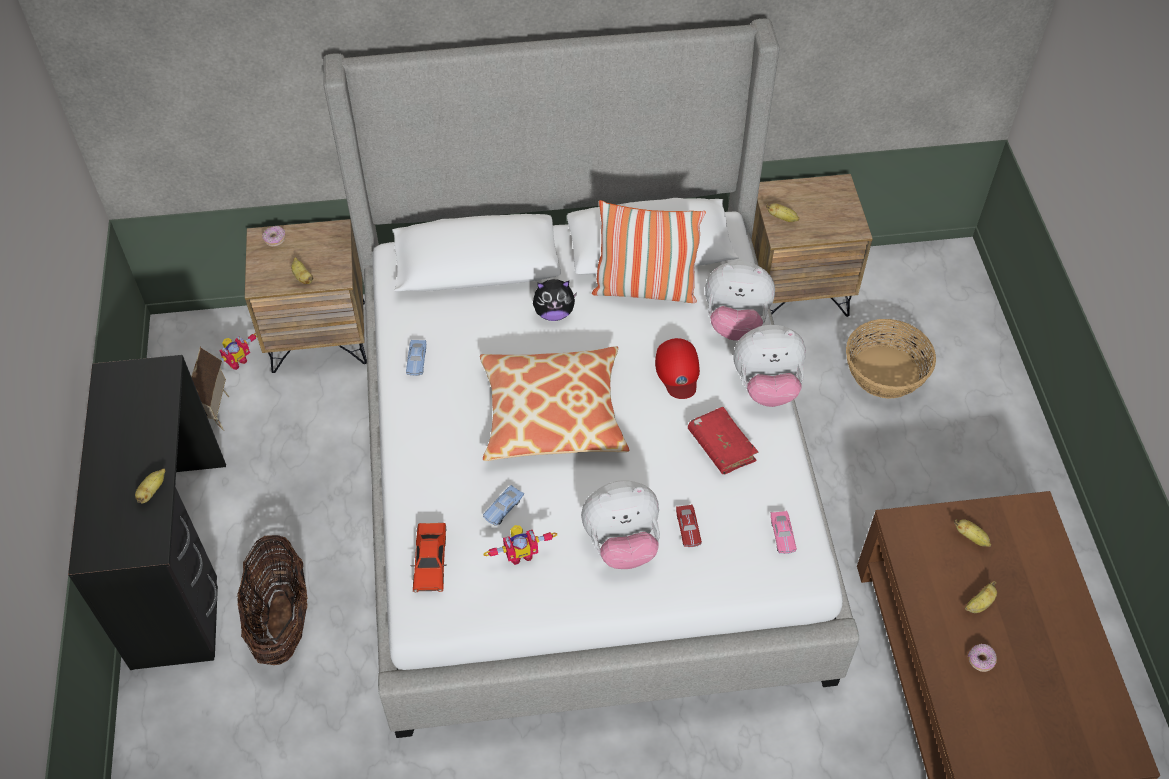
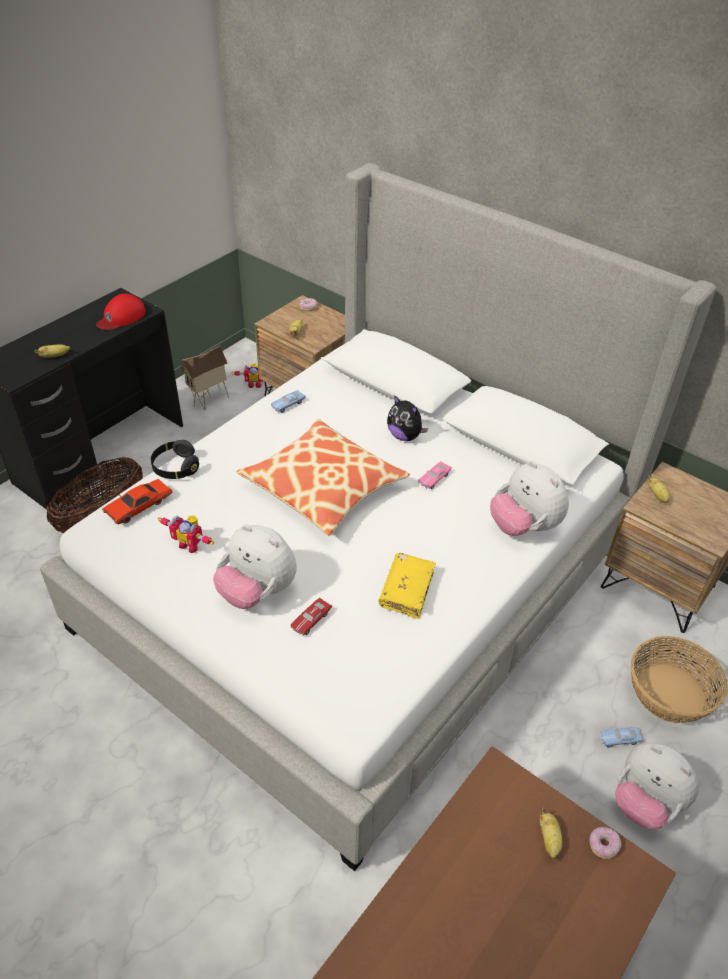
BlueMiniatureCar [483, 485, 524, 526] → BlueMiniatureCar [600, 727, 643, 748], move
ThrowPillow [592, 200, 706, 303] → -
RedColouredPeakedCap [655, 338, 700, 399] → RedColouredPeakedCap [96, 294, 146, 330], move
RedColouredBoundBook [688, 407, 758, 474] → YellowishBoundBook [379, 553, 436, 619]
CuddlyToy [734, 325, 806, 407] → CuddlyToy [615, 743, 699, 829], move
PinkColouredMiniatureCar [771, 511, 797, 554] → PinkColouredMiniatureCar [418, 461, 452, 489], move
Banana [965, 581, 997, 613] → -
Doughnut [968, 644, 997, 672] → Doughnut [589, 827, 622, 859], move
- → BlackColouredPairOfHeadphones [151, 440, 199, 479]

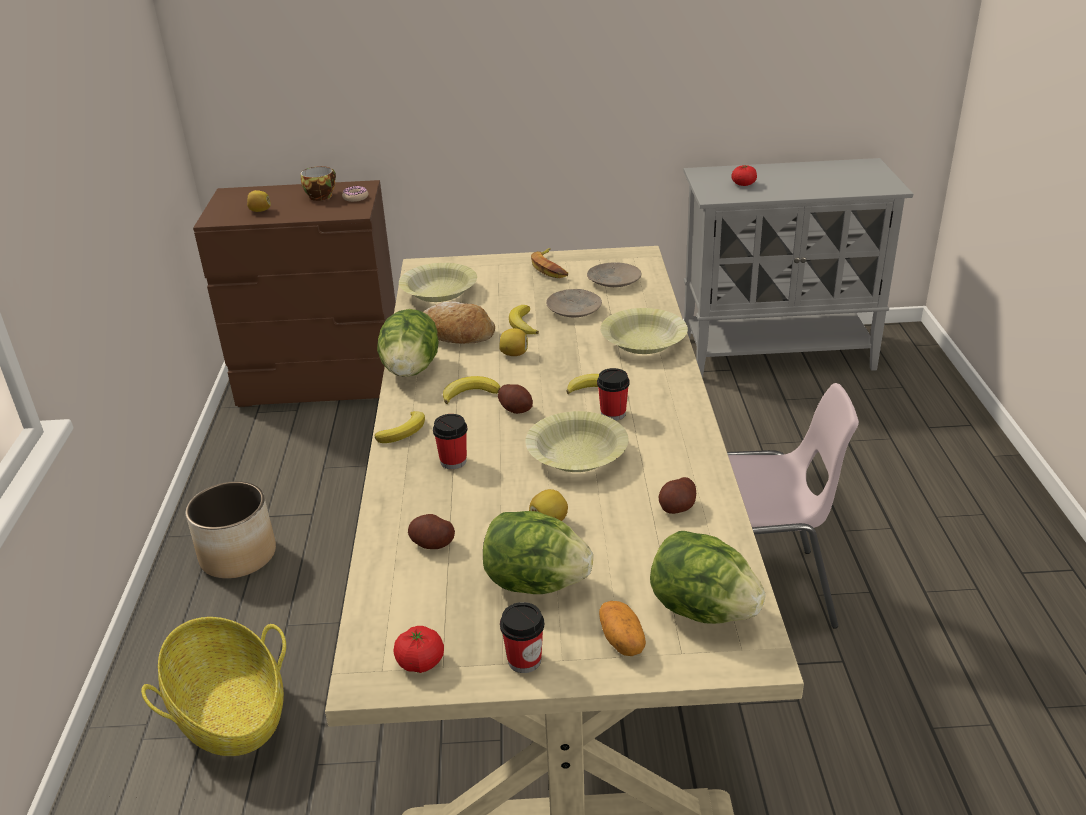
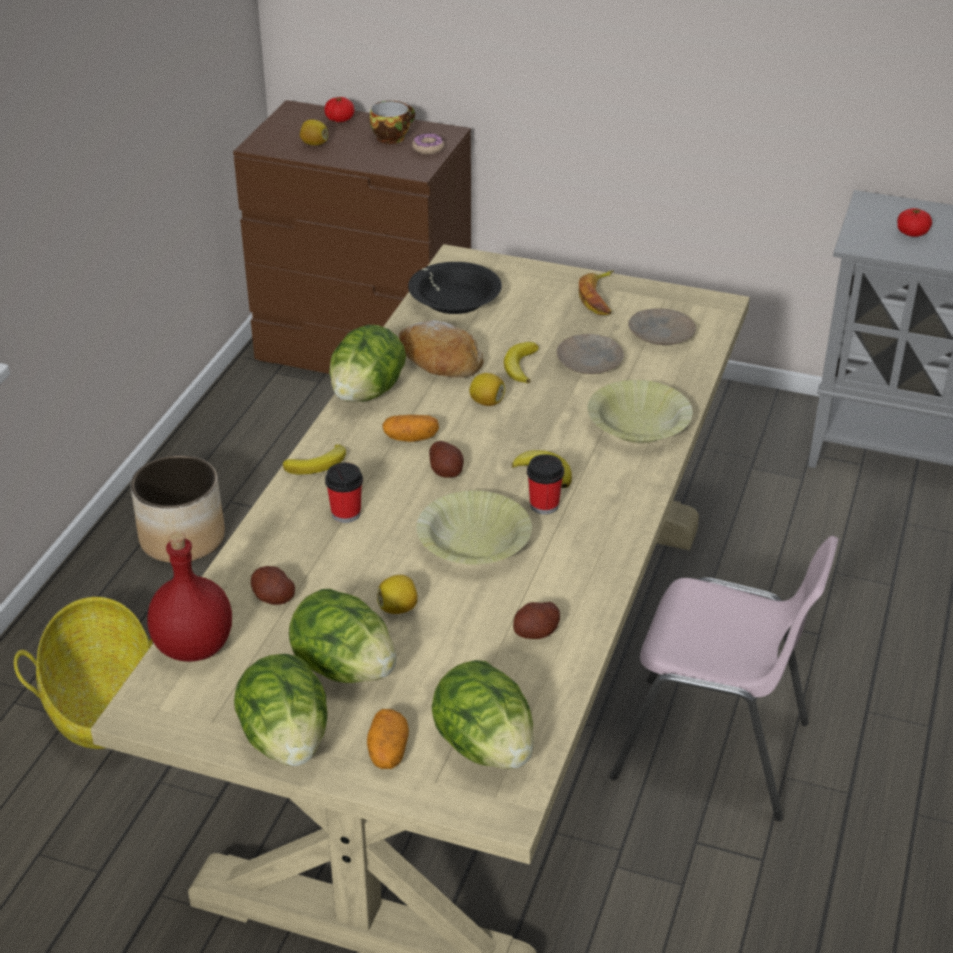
Tomato [393, 626, 444, 673] → Tomato [324, 97, 355, 122], move
YellowishDeepDish [399, 263, 477, 302] → BlackColouredDeepDish [408, 262, 502, 314]
Banana [443, 376, 500, 404] → Potato [382, 415, 439, 442]
SmallCup [500, 602, 544, 673] → HeadOfLettuce [234, 654, 327, 766]
- → RedColouredBottle [147, 532, 232, 662]

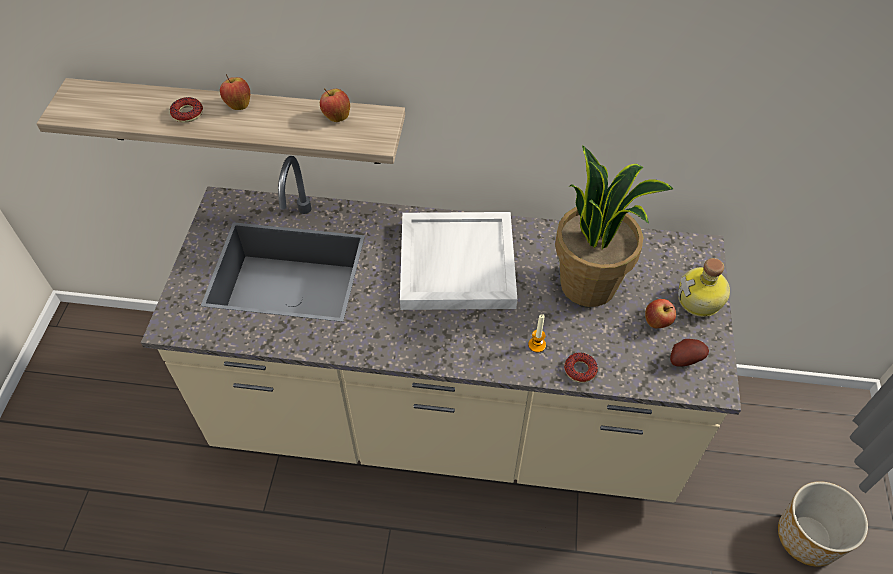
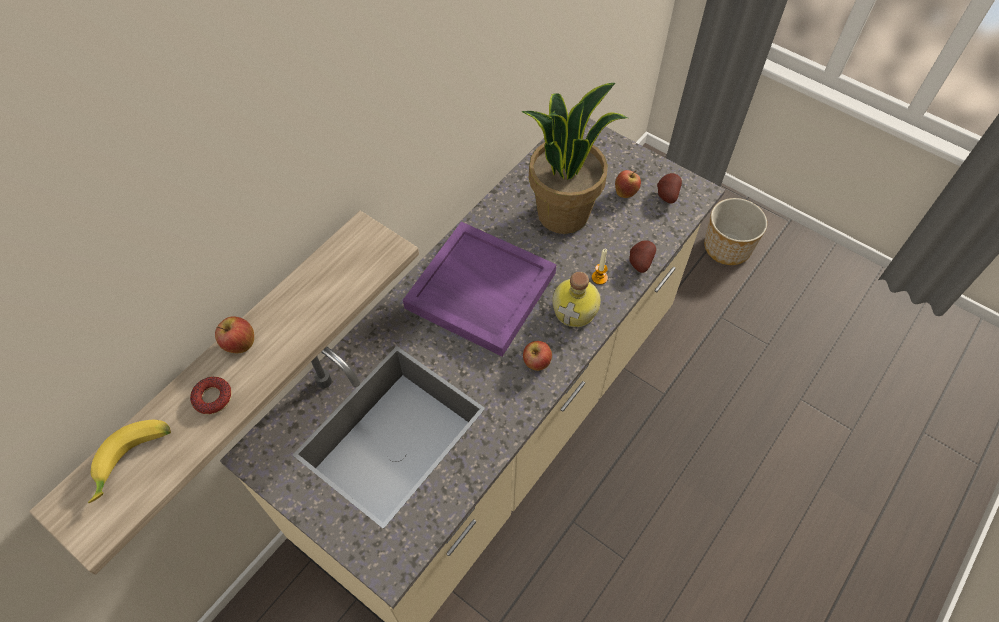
WholeApple [320, 89, 350, 122] → WholeApple [523, 341, 552, 371], move
WhiteServingTray [400, 212, 517, 310] → PurplishServingTray [403, 222, 557, 357]
Doughnut [564, 353, 598, 383] → Potato [630, 240, 656, 273]
Bottle [678, 258, 730, 317] → Bottle [552, 272, 601, 327], move
- → Banana [88, 420, 171, 503]

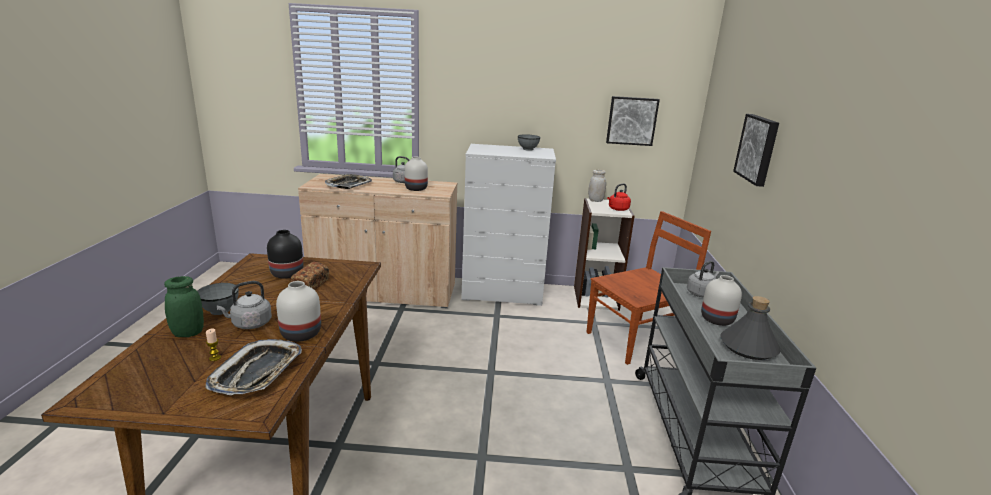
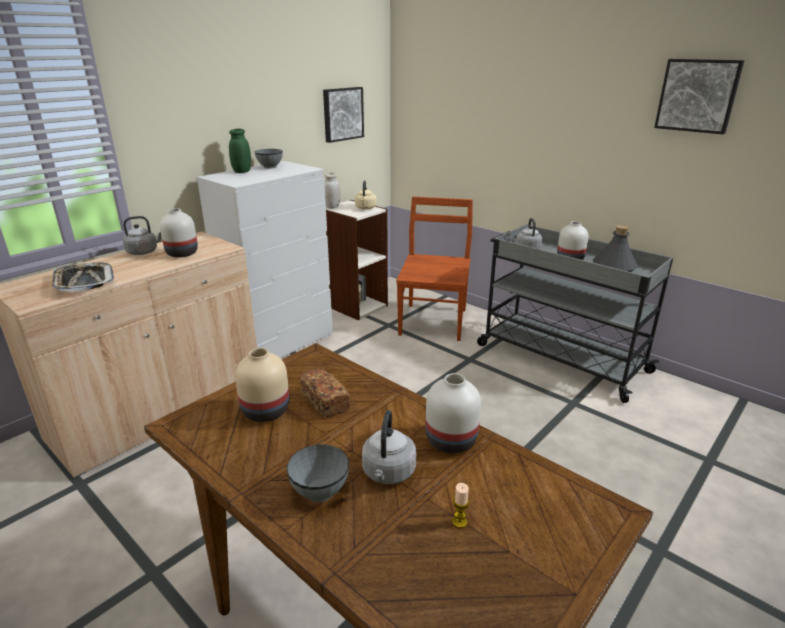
GreenishStorageJar [164, 276, 204, 337] → GreenishStorageJar [229, 129, 251, 173], move
ServingTray [206, 339, 302, 395] → -
BlackColouredVase [267, 230, 303, 279] → SandColouredVase [235, 348, 289, 422]
RedColouredTeaKettle [607, 183, 631, 211] → SandColouredTeaKettle [355, 180, 377, 209]
WallArt [733, 114, 779, 187] → WallArt [654, 59, 744, 134], move

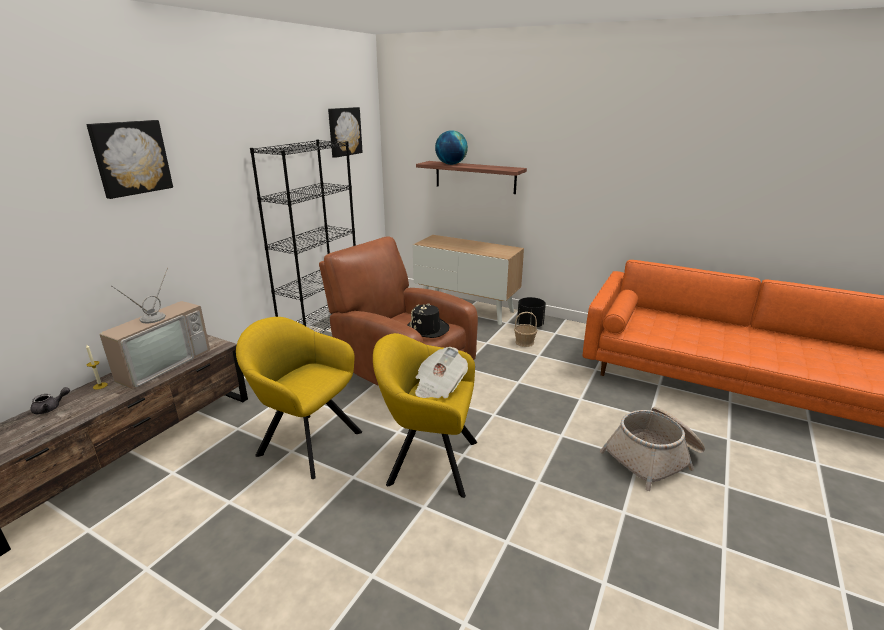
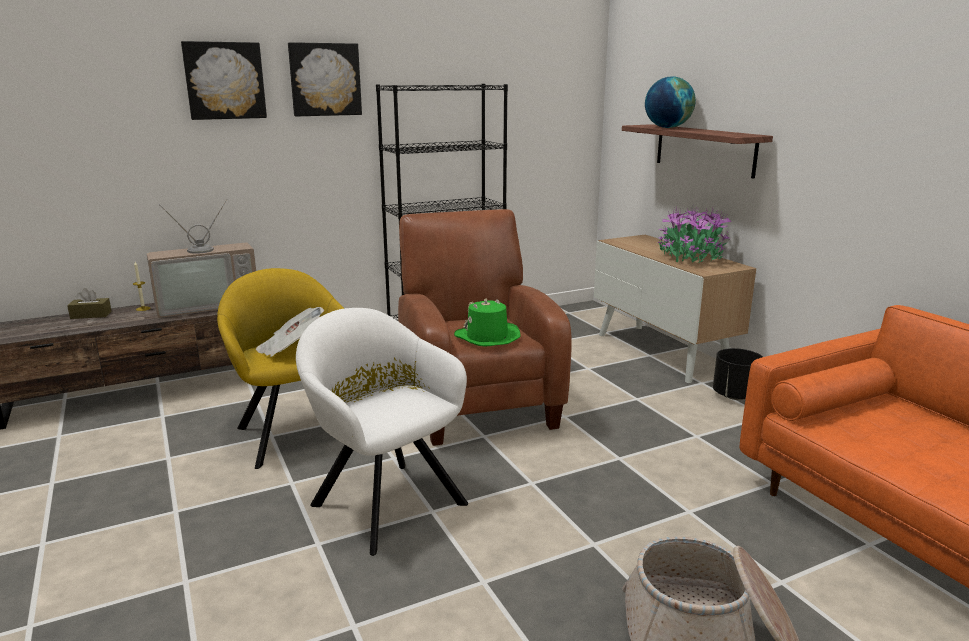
GreyTeapot [31, 387, 70, 414] → BrownTissueBox [67, 288, 111, 319]
WallArt [328, 107, 363, 158] → WallArt [288, 42, 362, 116], move
YellowishArmchair [373, 333, 477, 498] → WhiteArmchair [296, 308, 468, 556]
BlackColouredClothingHat [407, 303, 450, 338] → GreenishClothingHat [454, 298, 521, 347]
DailyPaper [415, 347, 468, 398] → DailyPaper [256, 307, 324, 357], move
Basket [514, 312, 537, 347] → -
- → Houseplant [657, 206, 731, 262]

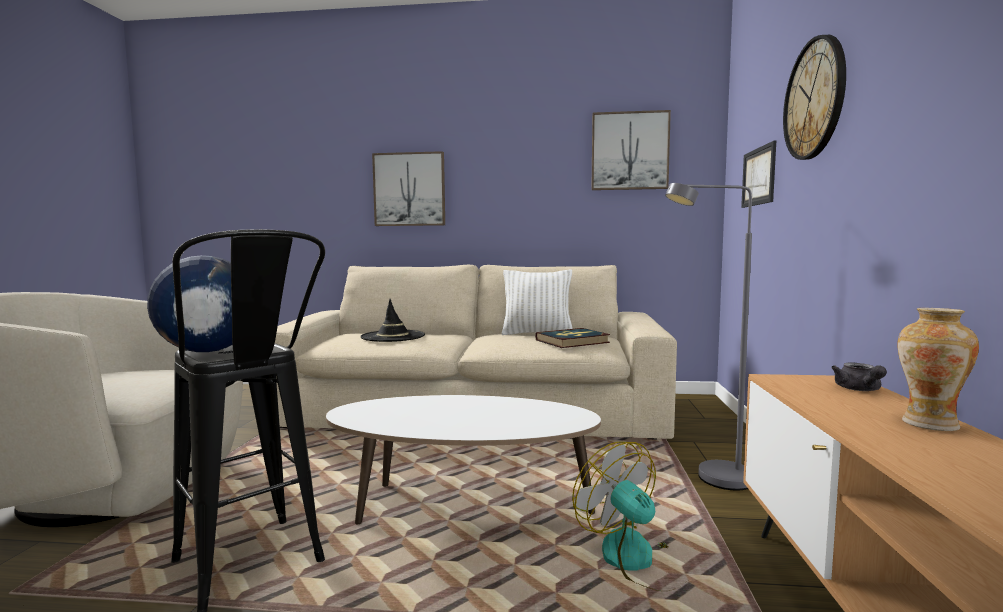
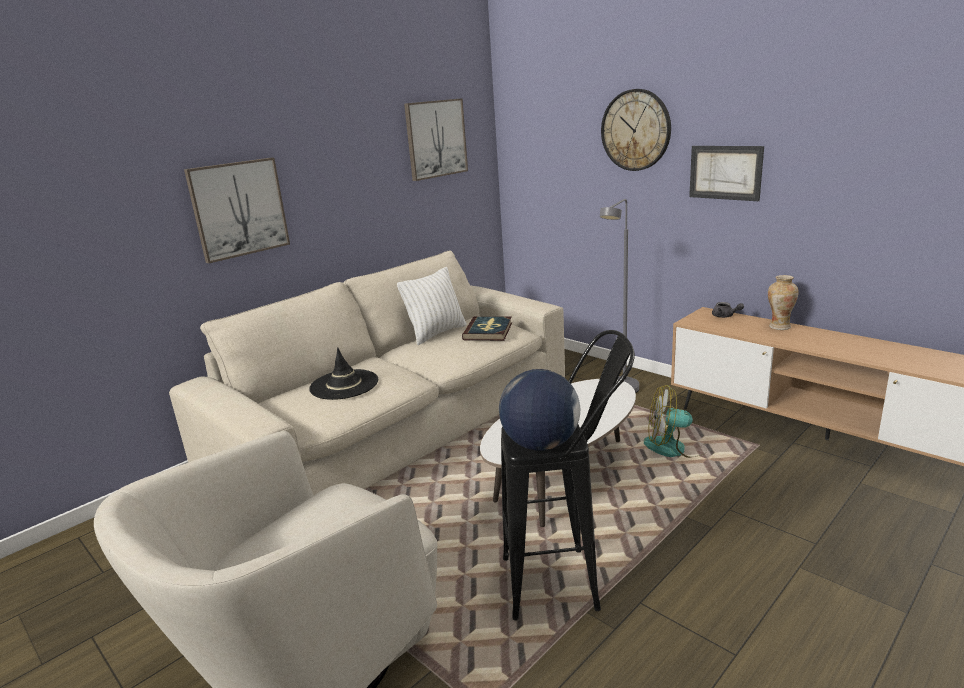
WallArt [741, 141, 776, 208] → WallArt [689, 146, 764, 201], move

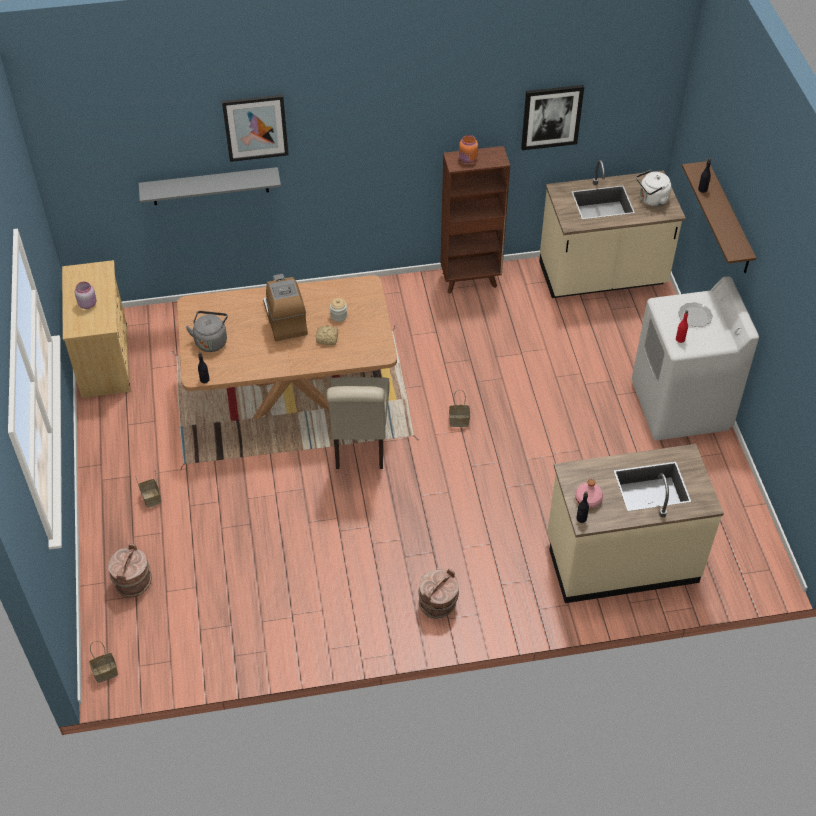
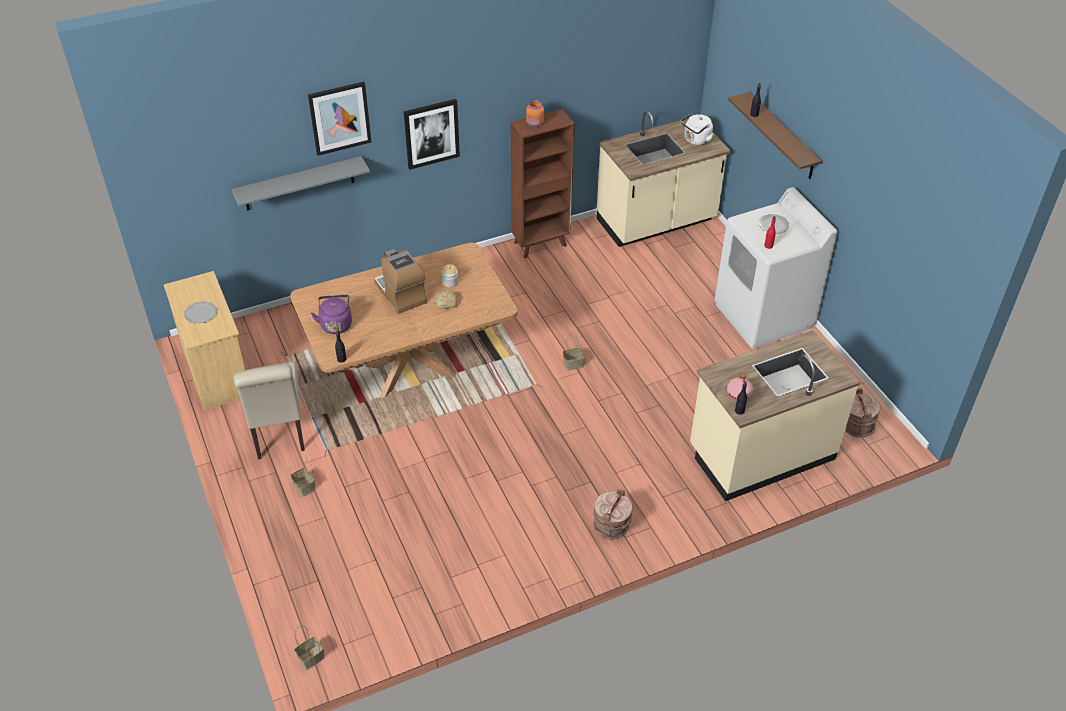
PinkColouredStorageJar [75, 282, 96, 309] → FlatDish [184, 301, 217, 324]
BrownBucket [108, 543, 152, 597] → BrownBucket [845, 388, 881, 438], move
GreyTeaKettle [186, 311, 228, 352] → PurplishTeaKettle [311, 295, 352, 334]
SandColouredUprightChair [326, 377, 389, 469] → SandColouredUprightChair [234, 362, 305, 459], move
WallArt [521, 85, 584, 150] → WallArt [404, 99, 460, 170], move

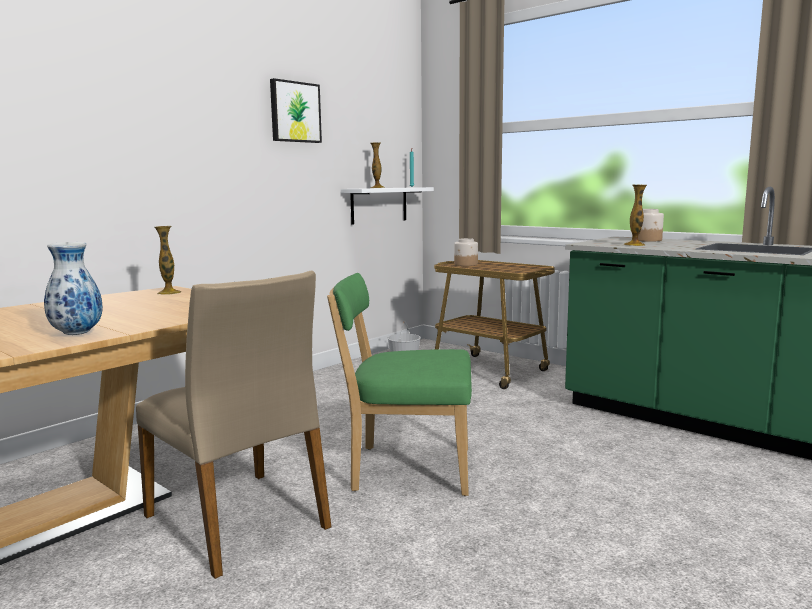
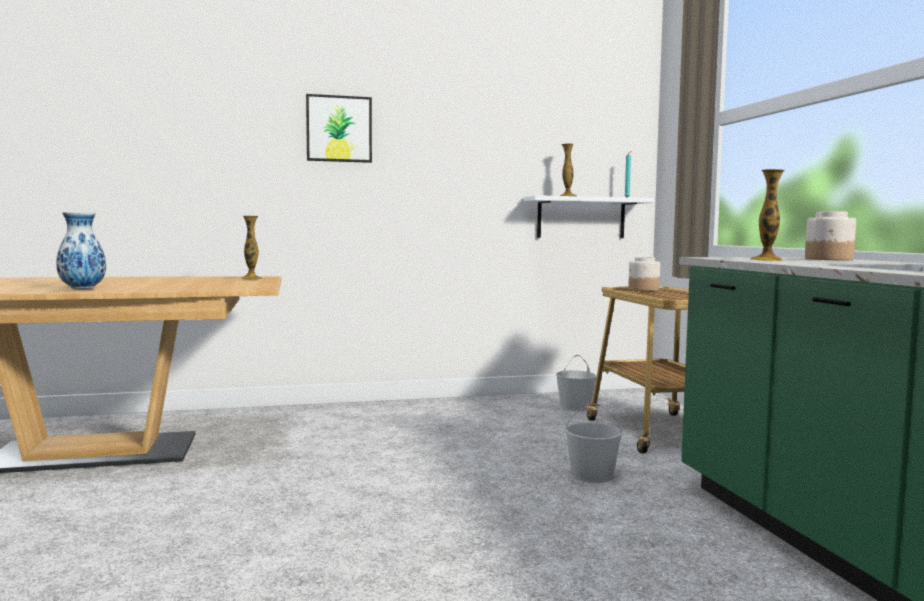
SandColouredUprightChair [136, 271, 331, 579] → -
WallArt [270, 78, 322, 143] → WallArt [306, 94, 372, 163], move
GreenishUprightChair [327, 273, 472, 496] → -
- → WhiteBucket [565, 403, 622, 483]

